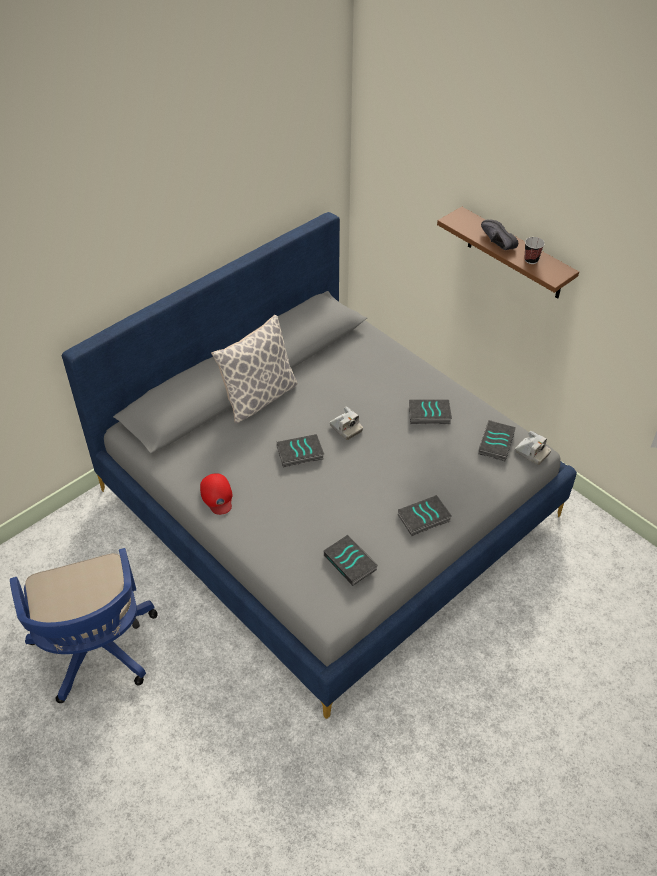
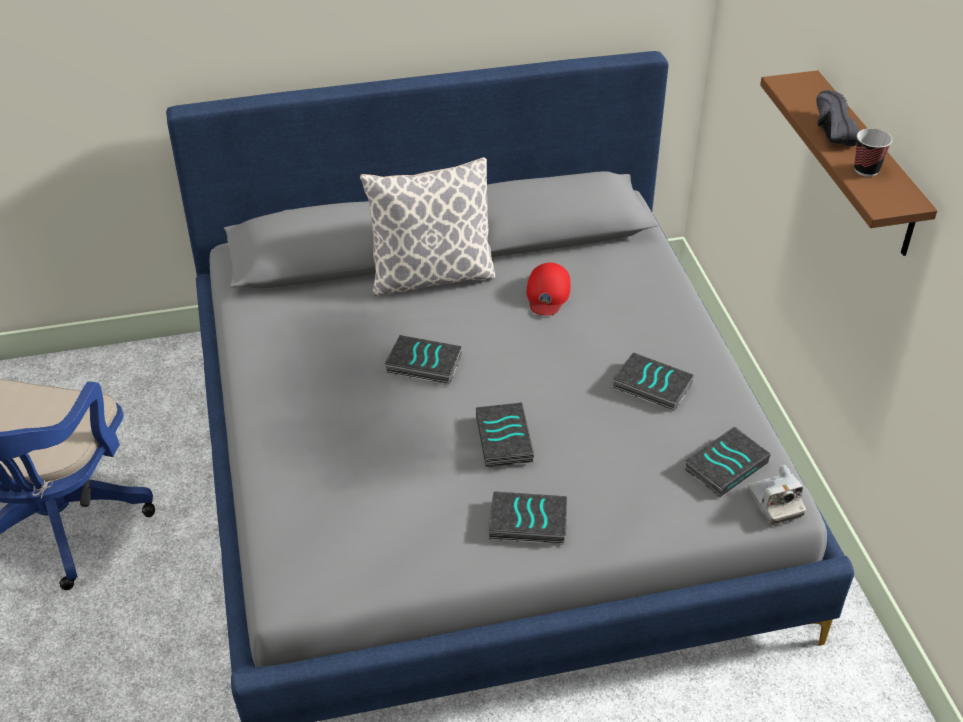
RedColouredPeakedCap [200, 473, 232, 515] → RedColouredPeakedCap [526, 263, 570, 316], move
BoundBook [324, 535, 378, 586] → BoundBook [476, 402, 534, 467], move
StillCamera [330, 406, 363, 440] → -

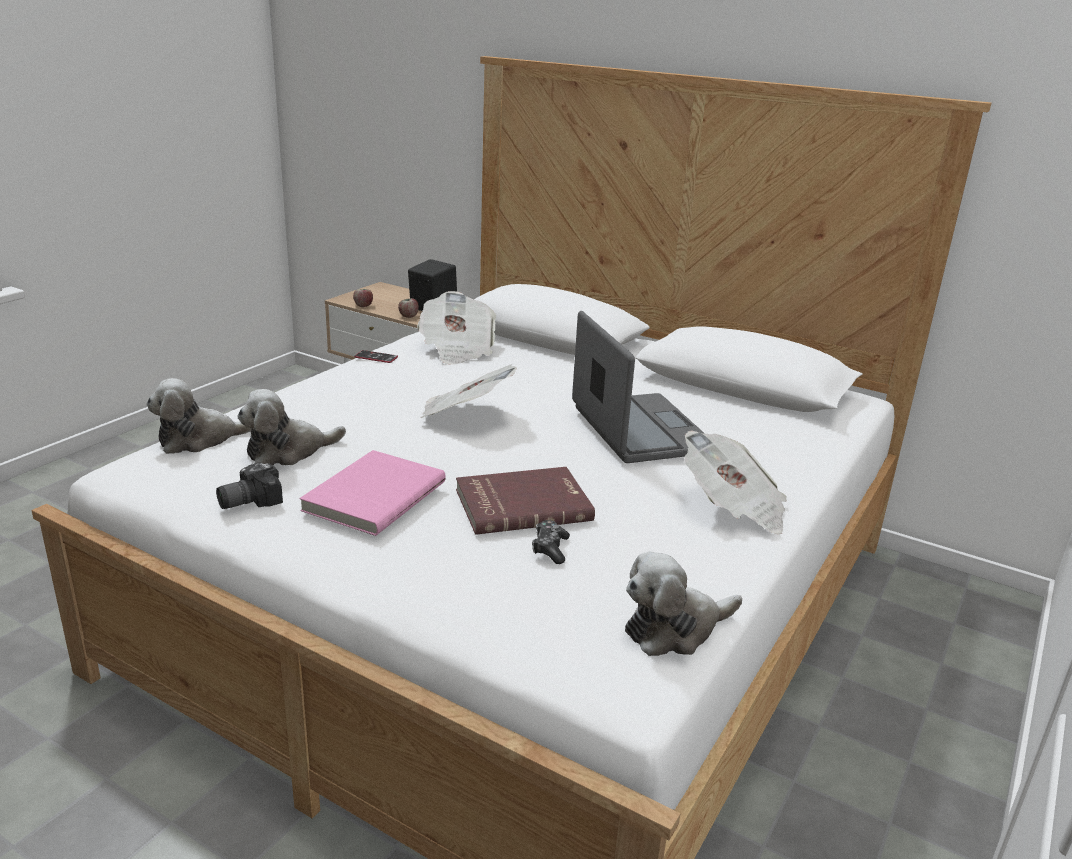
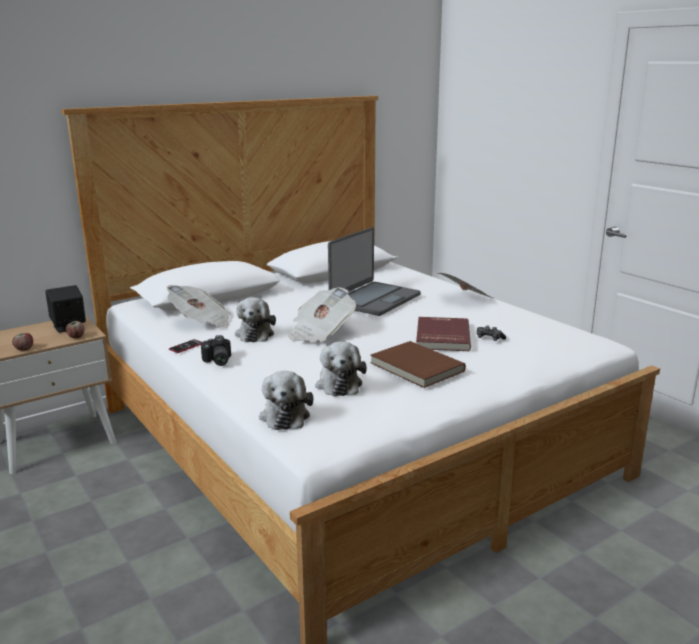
StillCamera [216, 463, 283, 509] → StillCamera [201, 335, 231, 366], move
PinkColouredBoundBook [300, 450, 446, 536] → BrownBoundBook [370, 341, 466, 388]
NotebookComputer [572, 311, 705, 463] → NotebookComputer [328, 227, 421, 316], 120 degrees clockwise
CuddlyToy [625, 551, 742, 656] → CuddlyToy [235, 297, 276, 342], move

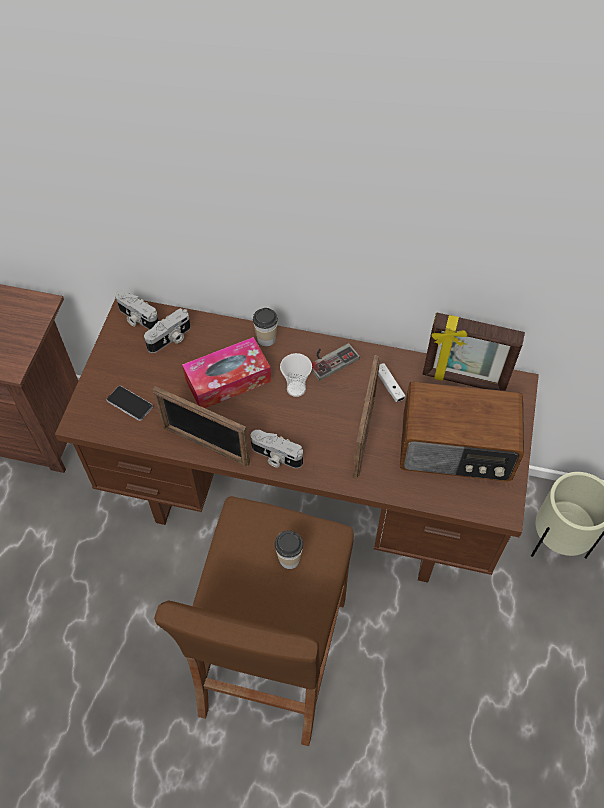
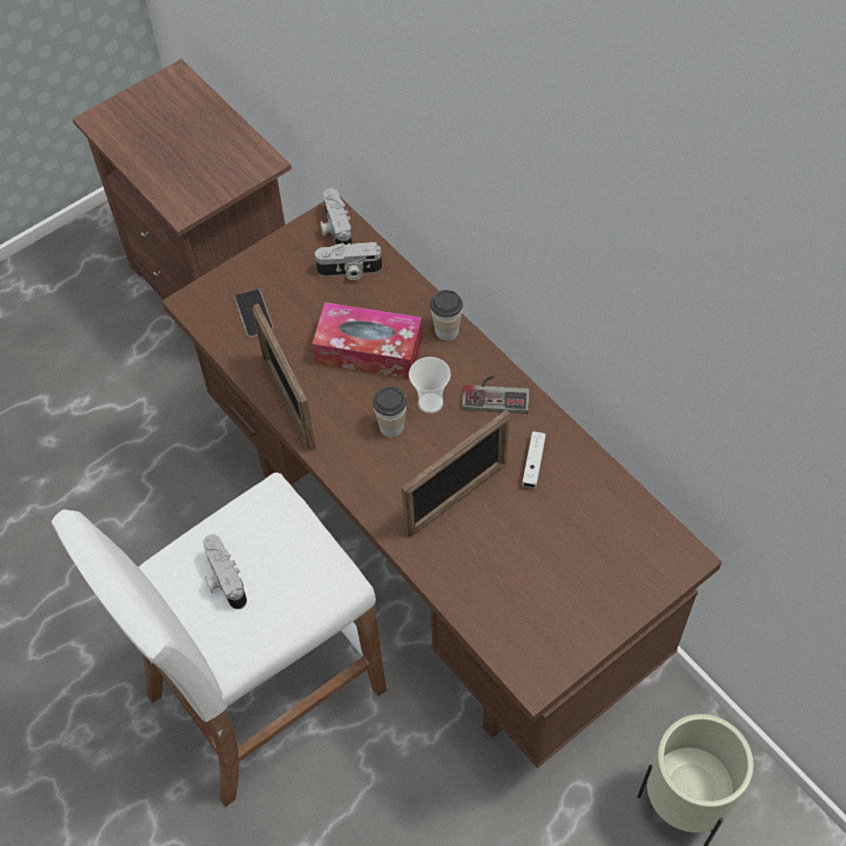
BrownStool [154, 496, 354, 746] → WhiteStool [52, 473, 386, 807]
StillCamera [251, 430, 303, 468] → StillCamera [203, 534, 247, 609], move
SmallCup [275, 530, 303, 569] → SmallCup [373, 386, 407, 437], move
Radio [400, 382, 524, 481] → -
StandingFrame [423, 312, 525, 391] → -

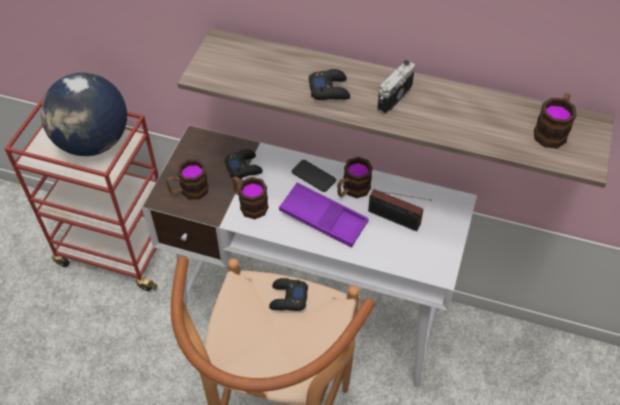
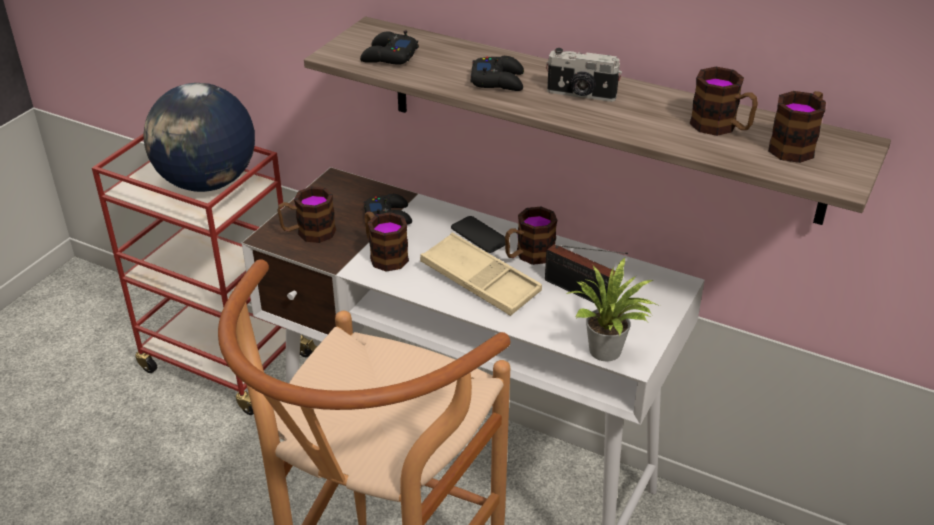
BlackColouredGameController [269, 278, 308, 311] → BlackColouredGameController [360, 30, 419, 65], move
PurplishServingTray [279, 183, 369, 248] → SandColouredServingTray [420, 233, 542, 316]
StillCamera [377, 60, 415, 115] → StillCamera [546, 48, 622, 102], 120 degrees counterclockwise
- → Houseplant [566, 258, 660, 362]
- → CoffeeMug [690, 67, 758, 136]

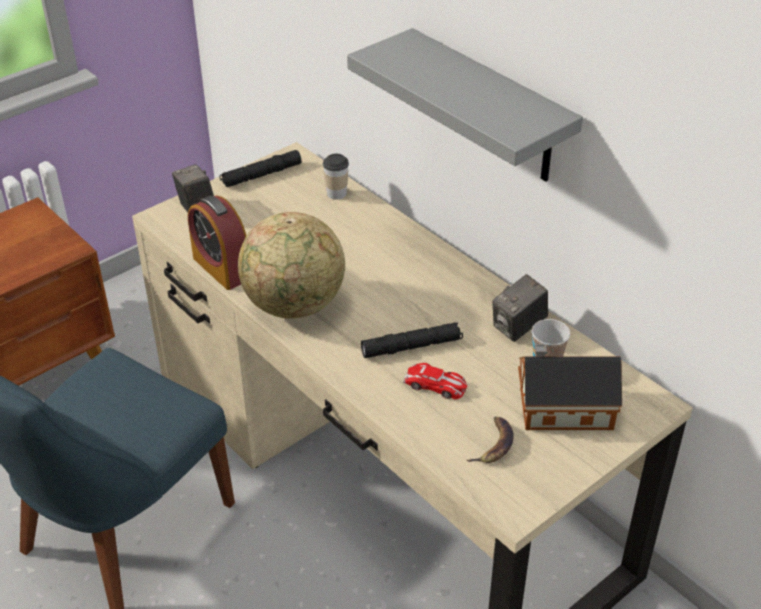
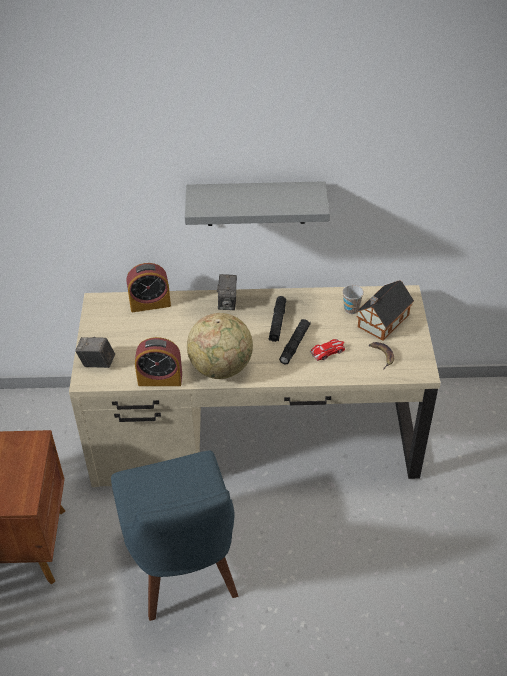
BlackColouredHandTorch [219, 150, 302, 187] → BlackColouredHandTorch [269, 296, 286, 342], move
SmallCup [323, 154, 349, 200] → AlarmClock [127, 263, 171, 312]
StillCamera [492, 274, 548, 342] → StillCamera [217, 274, 237, 310], move

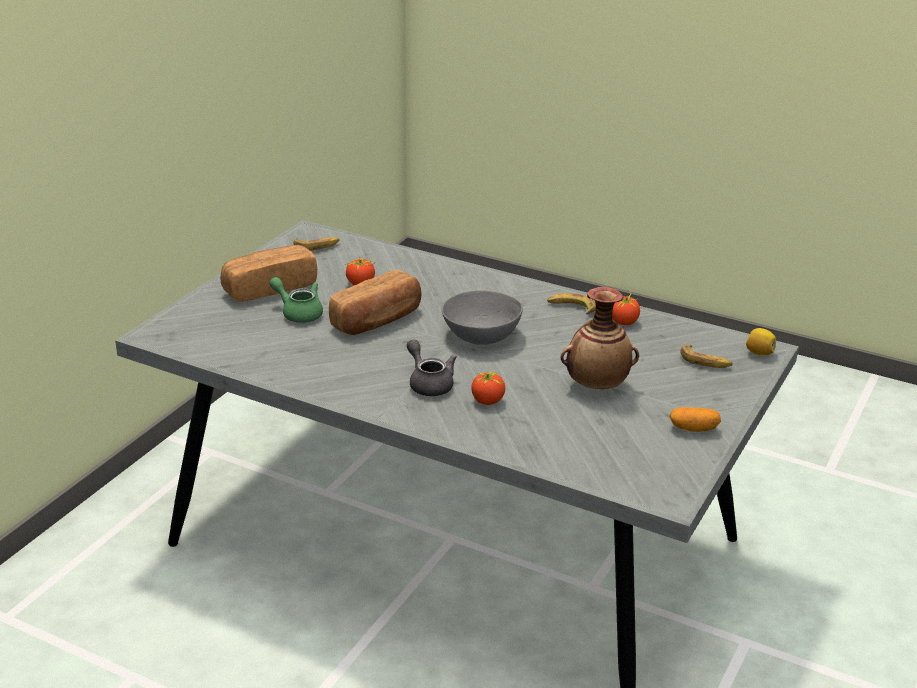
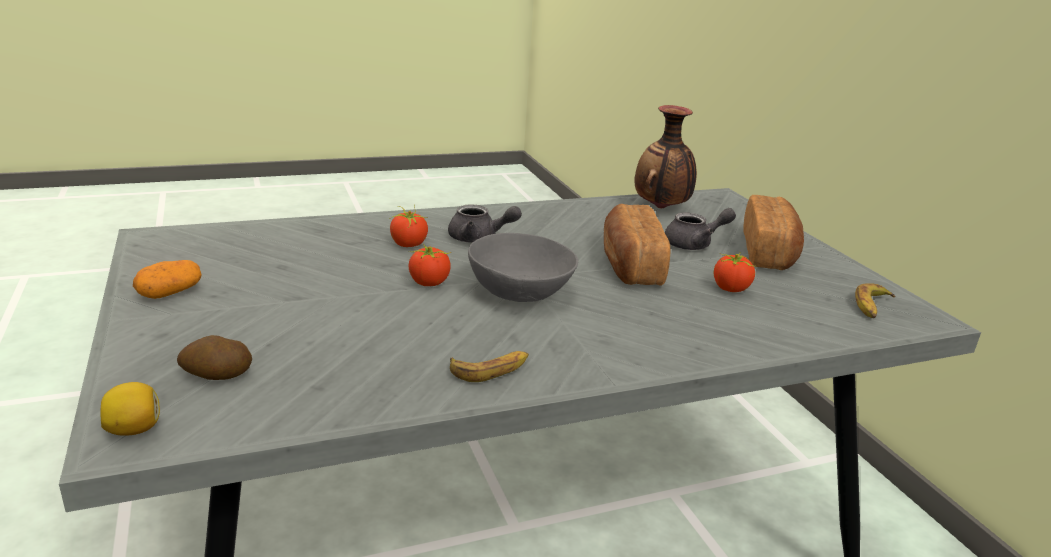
GreenishTeapot [269, 277, 323, 323] → GreyTeapot [665, 208, 736, 250]
Vase [561, 287, 639, 389] → Vase [634, 105, 697, 208], move
Tomato [612, 290, 640, 325] → Tomato [409, 243, 452, 286], move
Banana [680, 345, 733, 368] → Potato [177, 335, 252, 380]

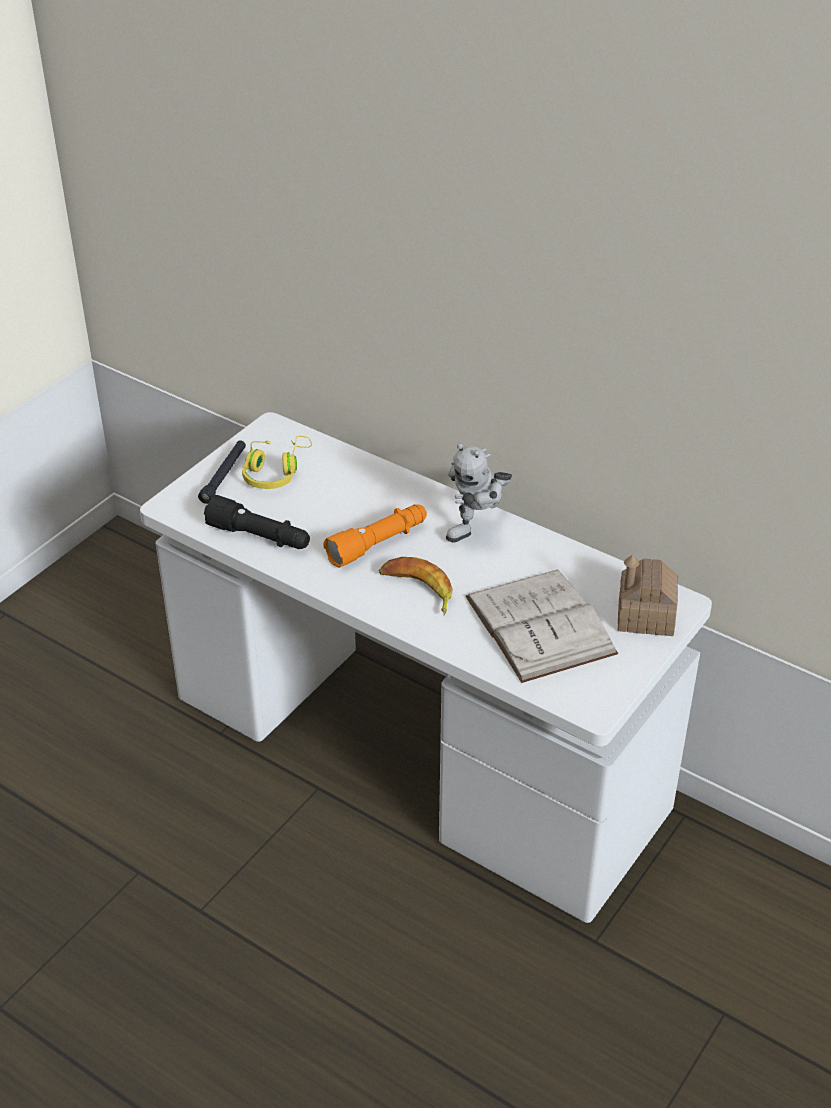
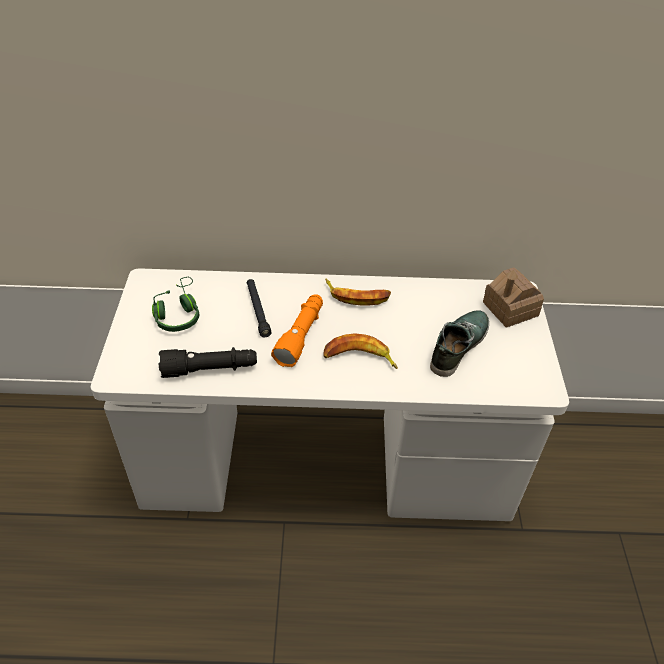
BlackColouredHandTorch [198, 441, 246, 504] → BlackColouredHandTorch [247, 279, 272, 337], move
YellowishPairOfHeadphones [242, 436, 312, 489] → GreenishPairOfHeadphones [152, 277, 199, 332]
ToyRobot [446, 443, 512, 542] → Banana [325, 279, 391, 305]
WhiteBoundBook [465, 569, 618, 683] → LowShoe [430, 310, 489, 377]

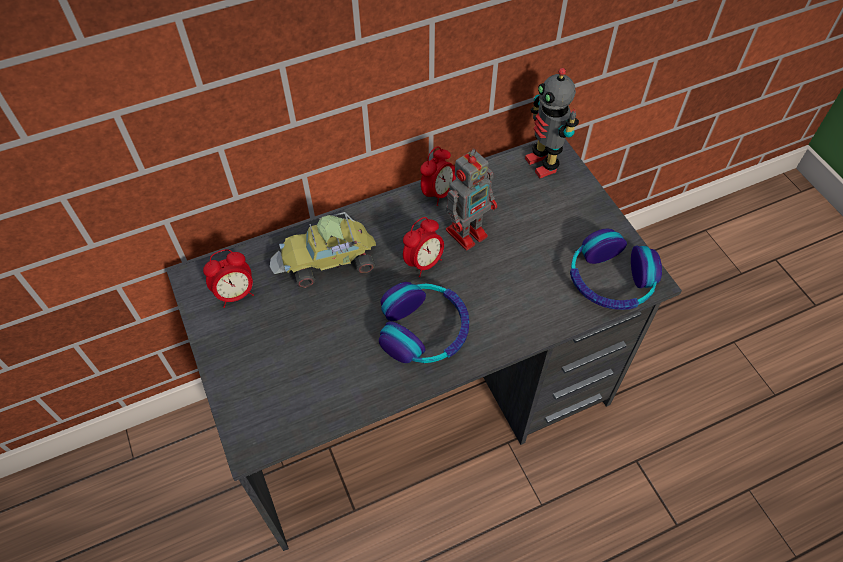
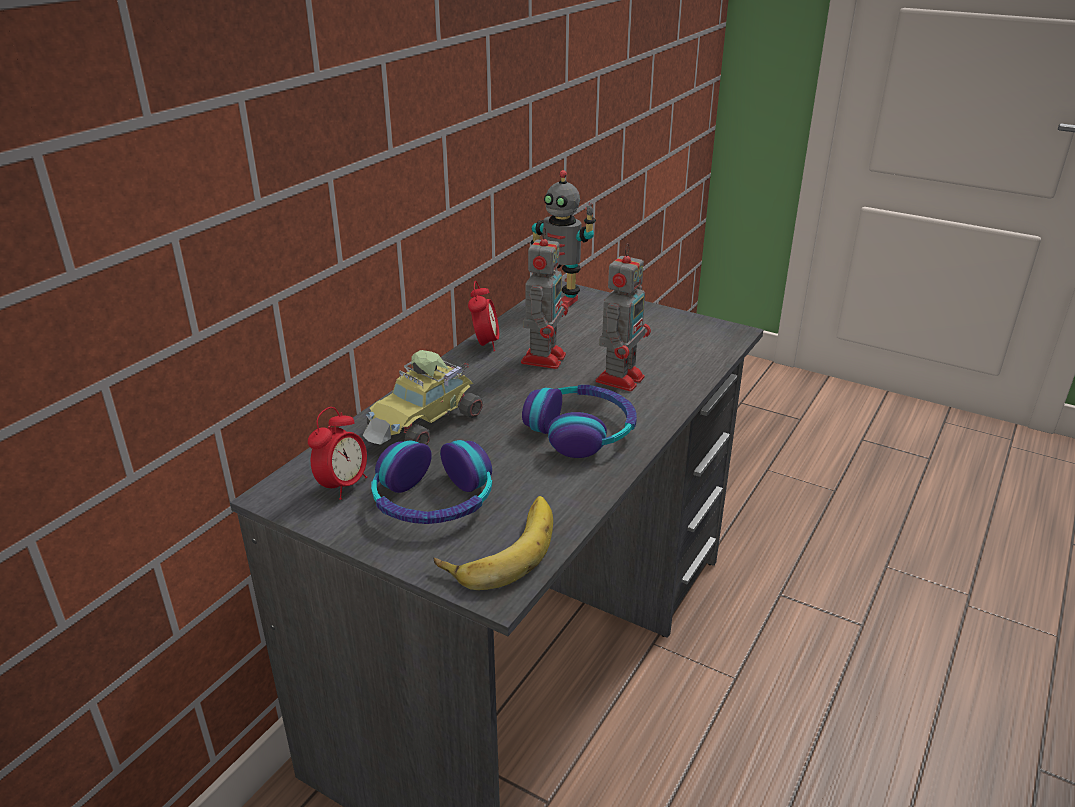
AlarmClock [403, 217, 444, 277] → -
PairOfHeadphones [570, 229, 662, 310] → PairOfHeadphones [371, 440, 492, 524], move
- → Banana [433, 496, 553, 590]
- → ToyRobot [596, 243, 651, 391]

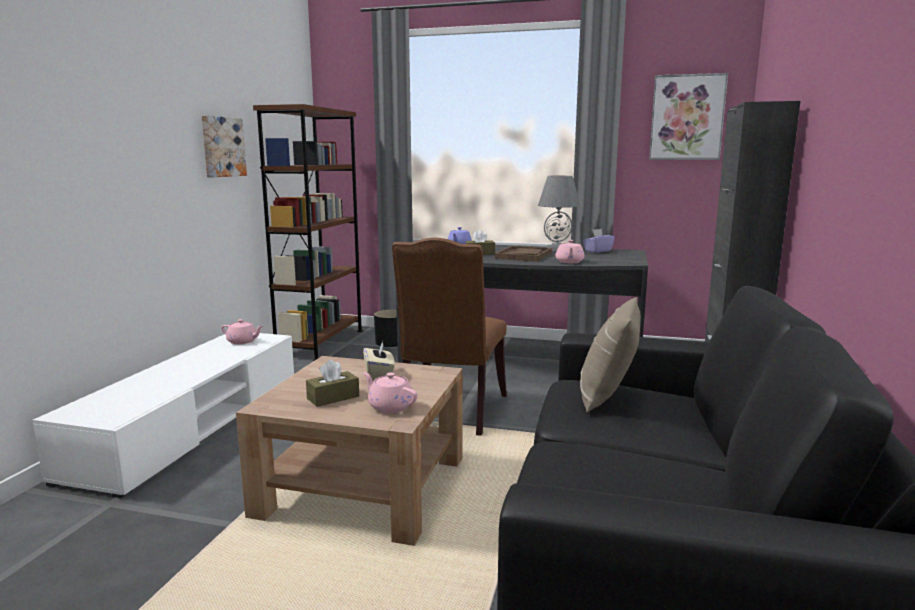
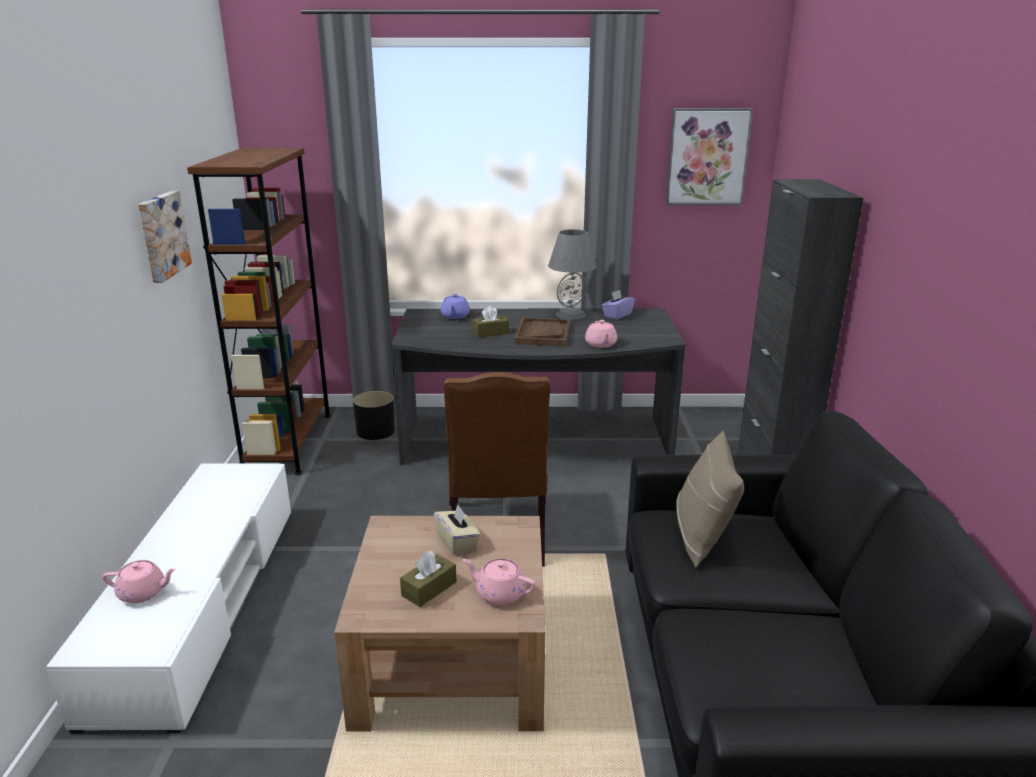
PinkColouredTeapot [221, 319, 263, 344] → PinkColouredTeapot [103, 560, 176, 603], move

